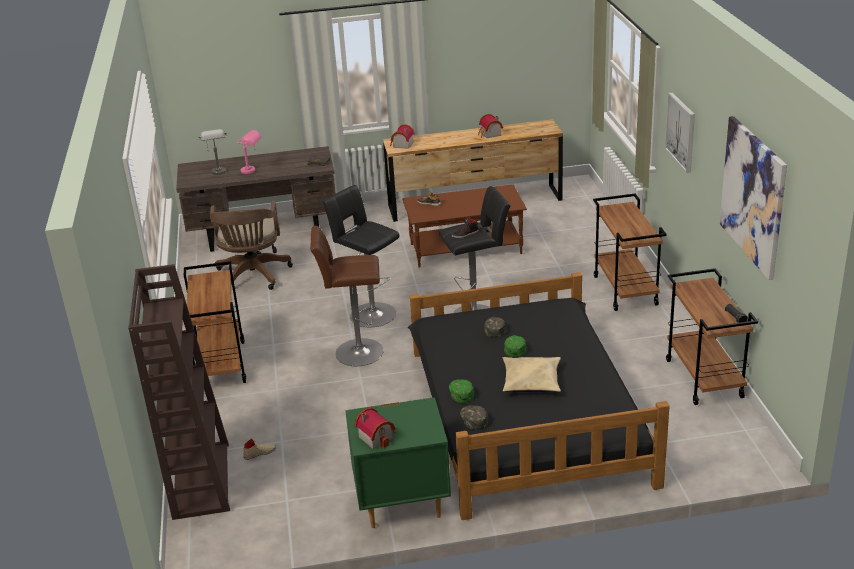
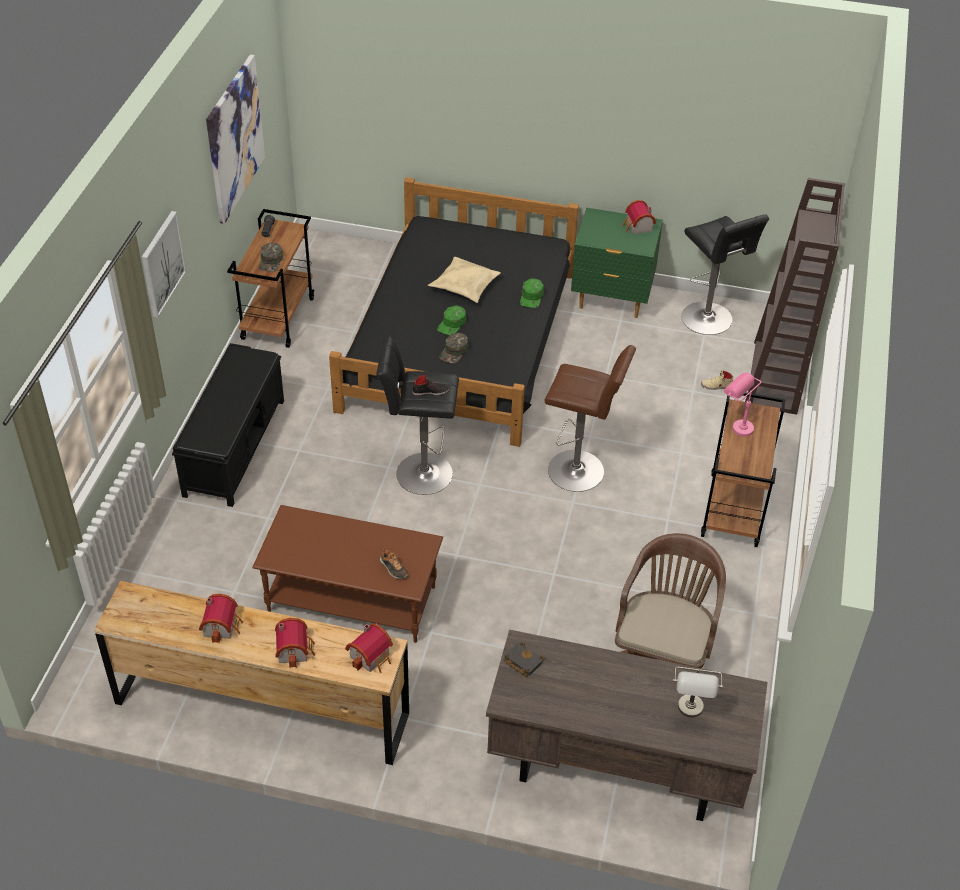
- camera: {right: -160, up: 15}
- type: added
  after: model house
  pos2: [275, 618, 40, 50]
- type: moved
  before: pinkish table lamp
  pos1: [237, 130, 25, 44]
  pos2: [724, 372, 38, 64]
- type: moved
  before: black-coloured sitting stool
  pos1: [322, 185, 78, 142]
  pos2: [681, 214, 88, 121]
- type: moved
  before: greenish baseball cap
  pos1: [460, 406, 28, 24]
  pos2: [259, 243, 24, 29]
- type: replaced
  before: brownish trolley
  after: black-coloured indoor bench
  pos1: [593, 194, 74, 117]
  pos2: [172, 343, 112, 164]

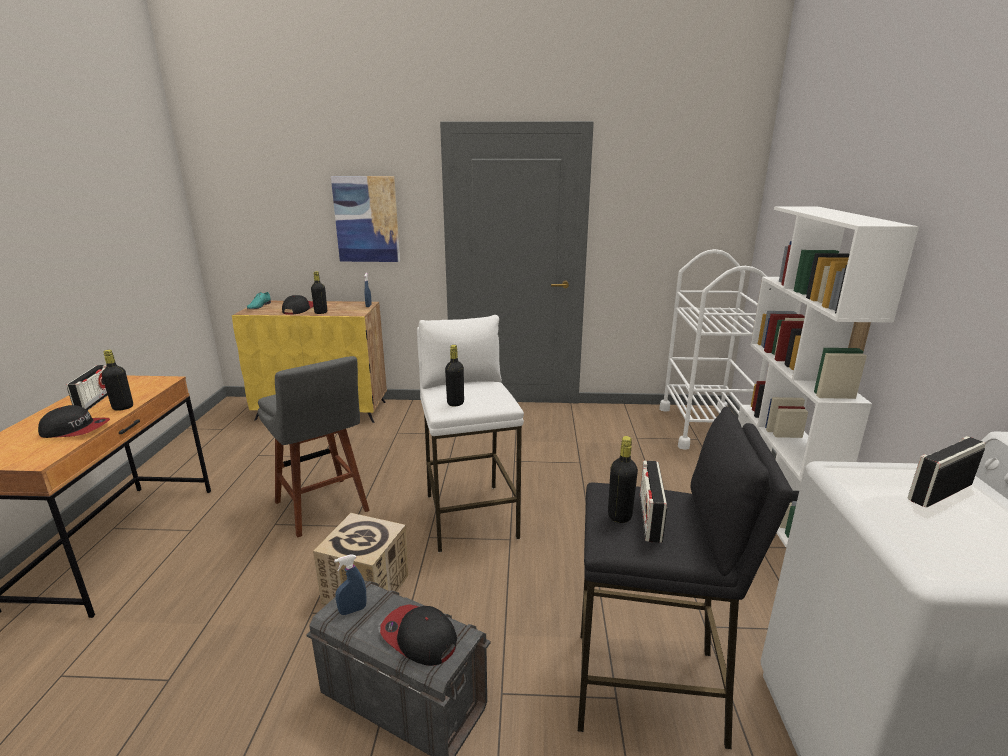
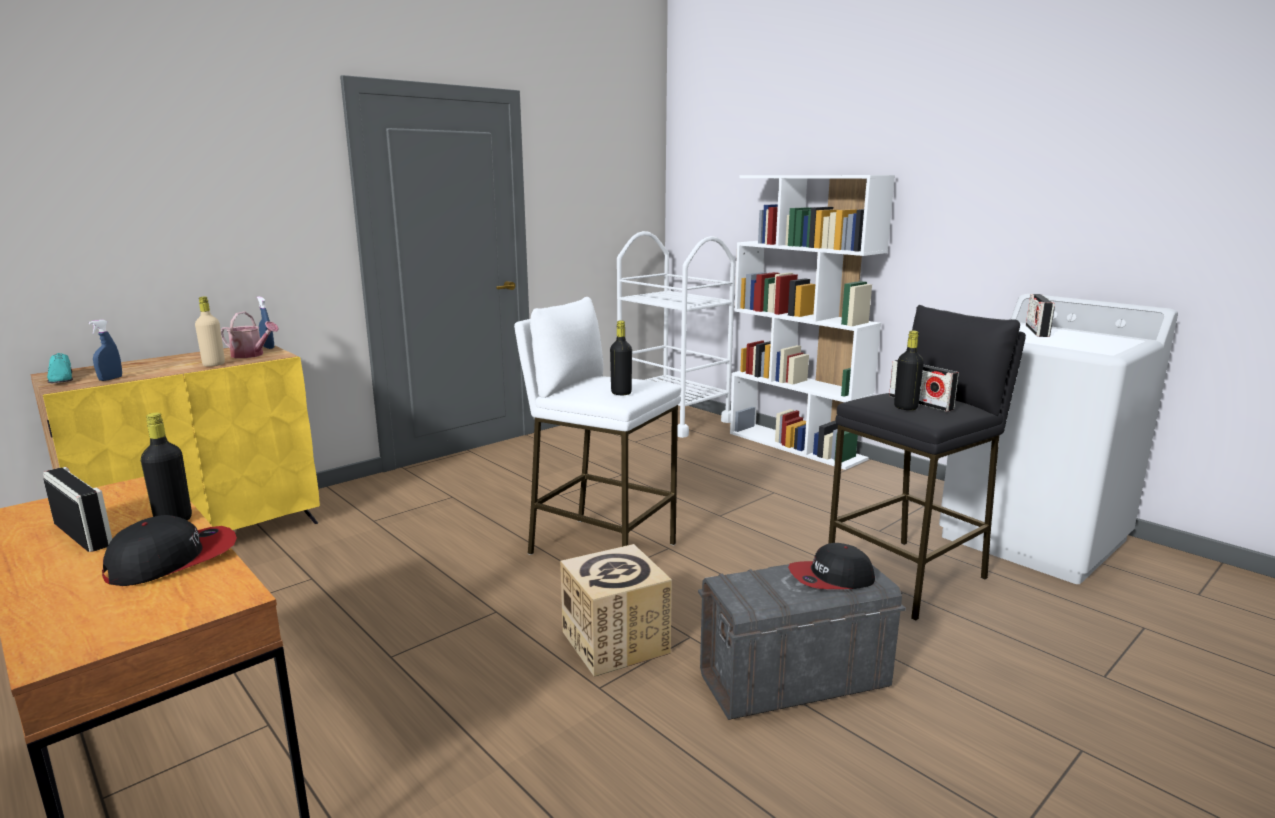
- camera: {right: -45, up: -5}
- type: removed
  before: grey sitting stool
  pos1: [258, 356, 112, 182]
- type: removed
  before: baseball cap
  pos1: [282, 295, 31, 19]
- type: removed
  before: wall art
  pos1: [331, 176, 69, 86]
- type: added
  after: sprinkling can
  pos2: [221, 312, 58, 46]
- type: moved
  before: blue sprayer
  pos1: [334, 554, 33, 61]
  pos2: [88, 319, 34, 62]
- type: recoloured
  before: black-coloured drink bottle
  after: beige drink bottle
  pos1: [311, 271, 16, 43]
  pos2: [195, 297, 30, 70]

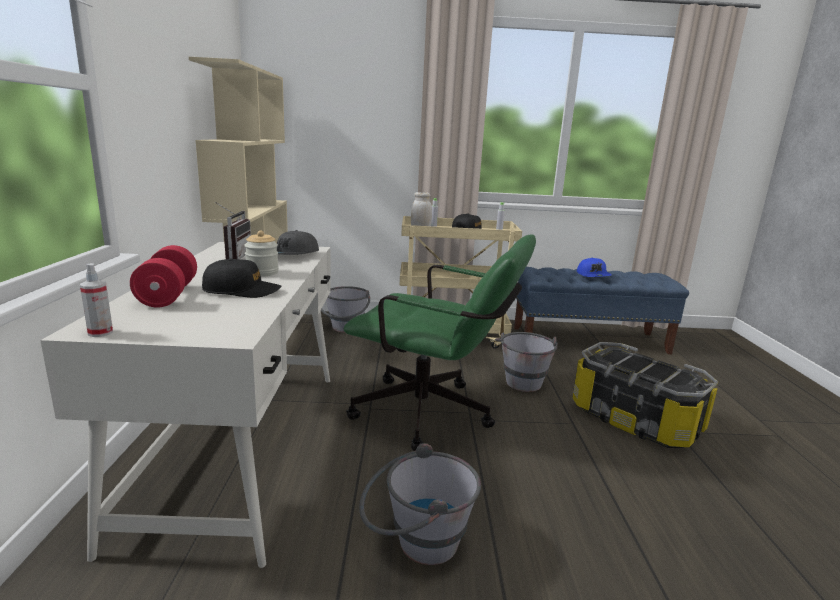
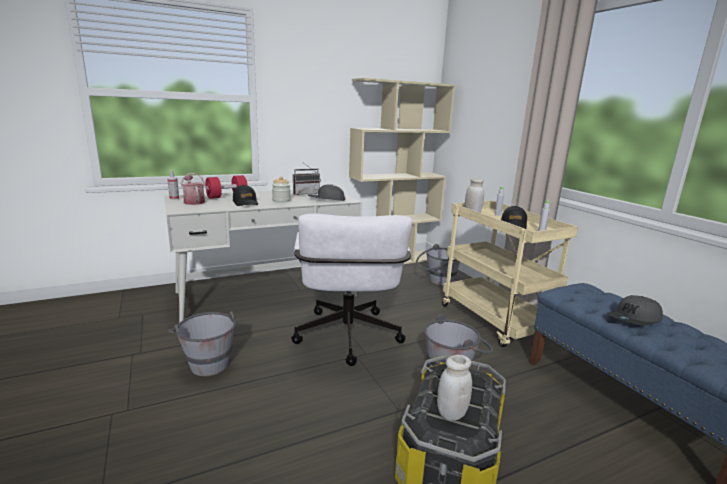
- camera: {right: 65, up: 0}
- type: added
  after: sprinkling can
  pos2: [181, 173, 24, 32]
- type: added
  after: white storage jar
  pos2: [437, 355, 35, 66]
- type: recoloured
  before: greenish computer chair
  after: white computer chair
  pos1: [344, 234, 192, 217]
  pos2: [291, 213, 121, 153]
- type: recoloured
  before: blue baseball cap
  after: grey baseball cap
  pos1: [577, 258, 35, 19]
  pos2: [607, 295, 56, 30]

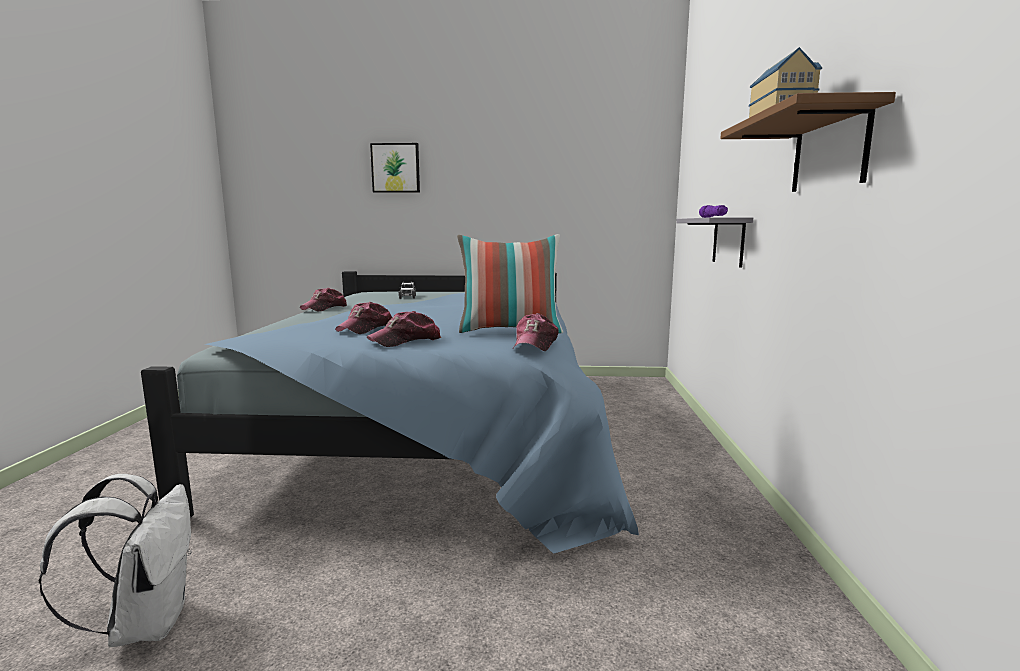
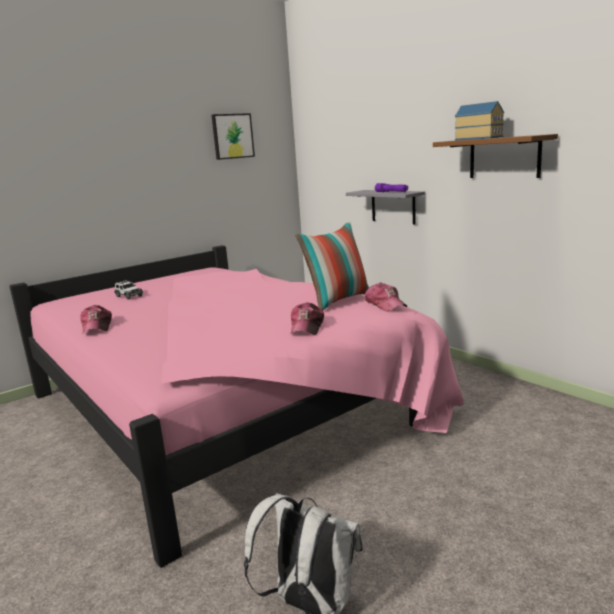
- camera: {right: -40, up: 5}
- type: removed
  before: baseball cap
  pos1: [335, 302, 57, 32]
- type: moved
  before: wall art
  pos1: [370, 143, 50, 50]
  pos2: [211, 113, 44, 47]
- type: recoloured
  before: blue bed
  after: pinkish bed
  pos1: [141, 271, 498, 283]
  pos2: [9, 245, 455, 323]

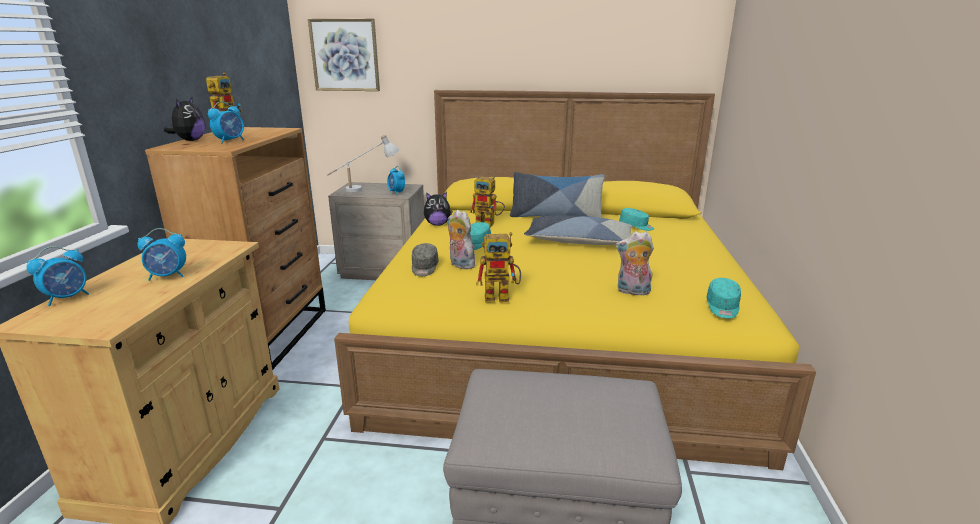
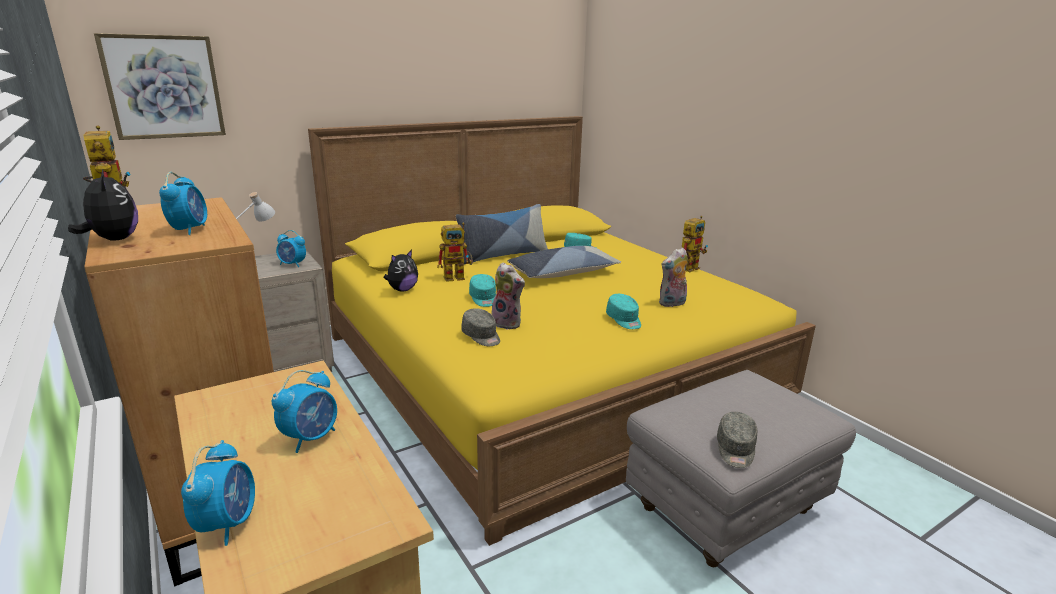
- camera: {right: -40, up: 0}
- type: added
  after: grey baseball cap
  pos2: [717, 412, 40, 56]
- type: moved
  before: robot figure
  pos1: [476, 232, 45, 70]
  pos2: [682, 216, 26, 56]
- type: moved
  before: turquoise-coloured baseball cap
  pos1: [706, 278, 35, 41]
  pos2: [606, 294, 35, 35]
- type: turned
  before: plush toy
  pos1: [447, 210, 28, 59]
  pos2: [492, 262, 33, 68]
  turn: -150

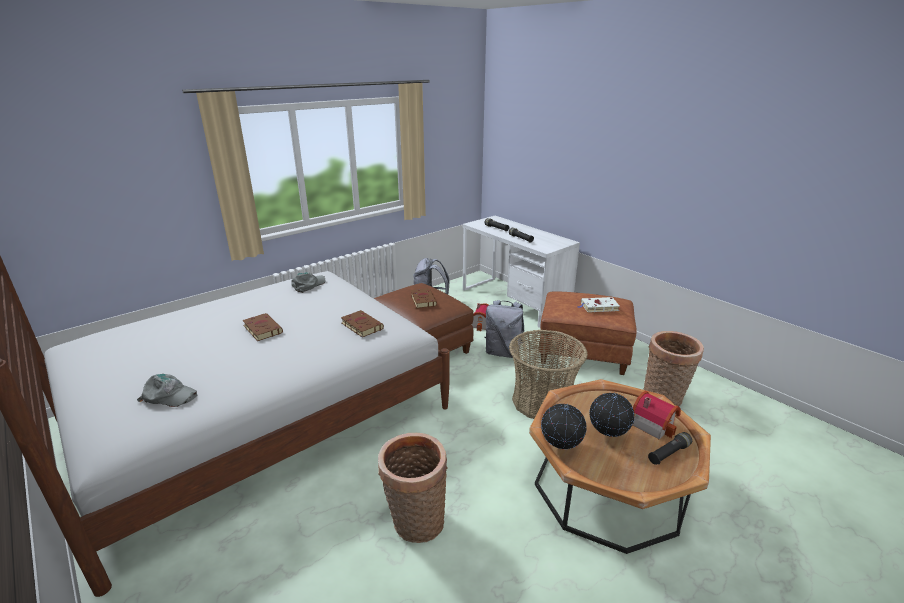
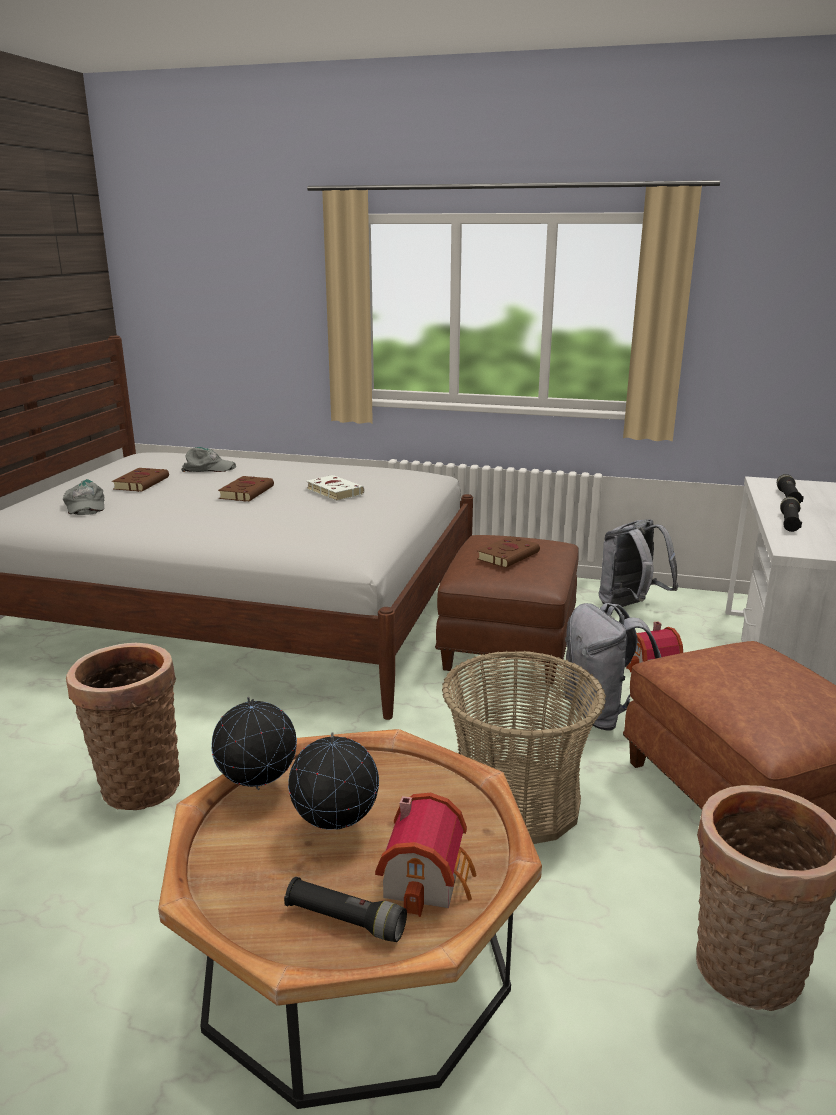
- camera: {right: 55, up: -5}
- type: moved
  before: grey baseball cap
  pos1: [292, 272, 34, 21]
  pos2: [181, 447, 55, 25]
- type: moved
  before: brownish book
  pos1: [341, 310, 43, 27]
  pos2: [112, 468, 57, 24]
- type: moved
  before: white book
  pos1: [577, 297, 42, 15]
  pos2: [307, 475, 58, 26]

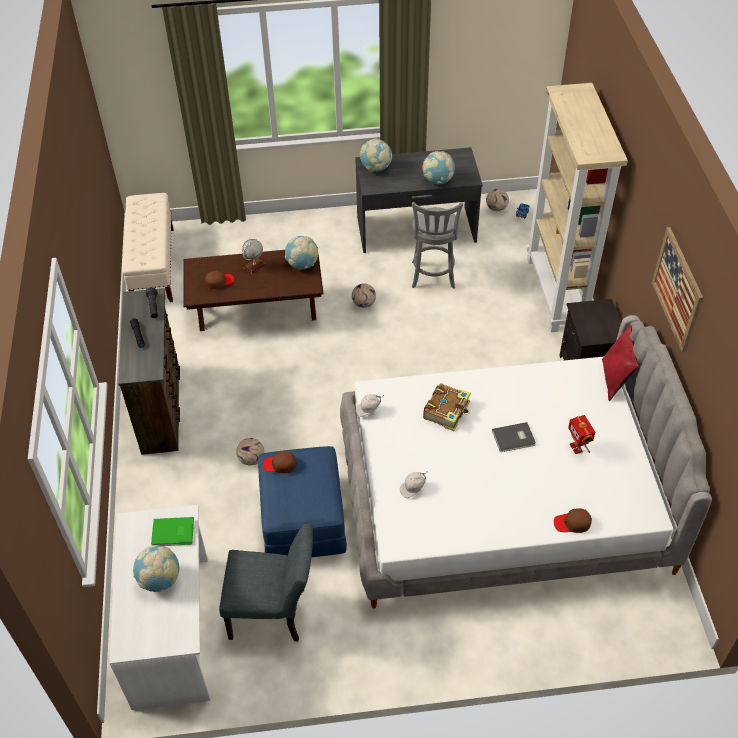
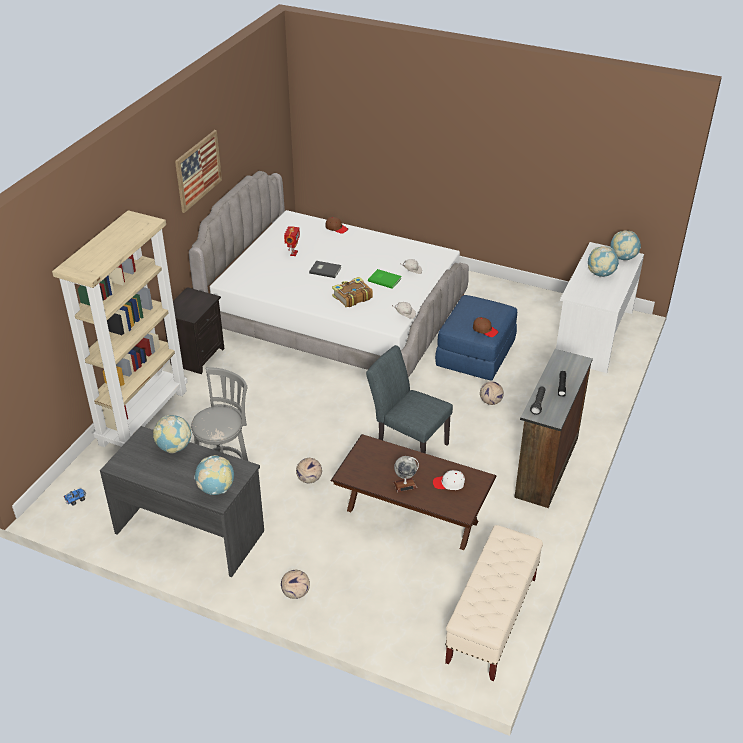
- camera: {right: -150, up: -10}
- type: removed
  before: red-coloured cushion
  pos1: [602, 325, 37, 76]
- type: moved
  before: greenish book
  pos1: [151, 517, 43, 29]
  pos2: [368, 269, 34, 20]
- type: moved
  before: grey chair
  pos1: [219, 524, 94, 117]
  pos2: [366, 345, 87, 109]
- type: moved
  before: desk globe
  pos1: [285, 236, 33, 34]
  pos2: [610, 230, 31, 30]
- type: moved
  before: football ball
  pos1: [486, 189, 23, 22]
  pos2: [281, 569, 29, 30]
- type: recoloured
  before: brownish baseball cap
  after: white baseball cap
  pos1: [205, 271, 29, 18]
  pos2: [433, 470, 32, 20]

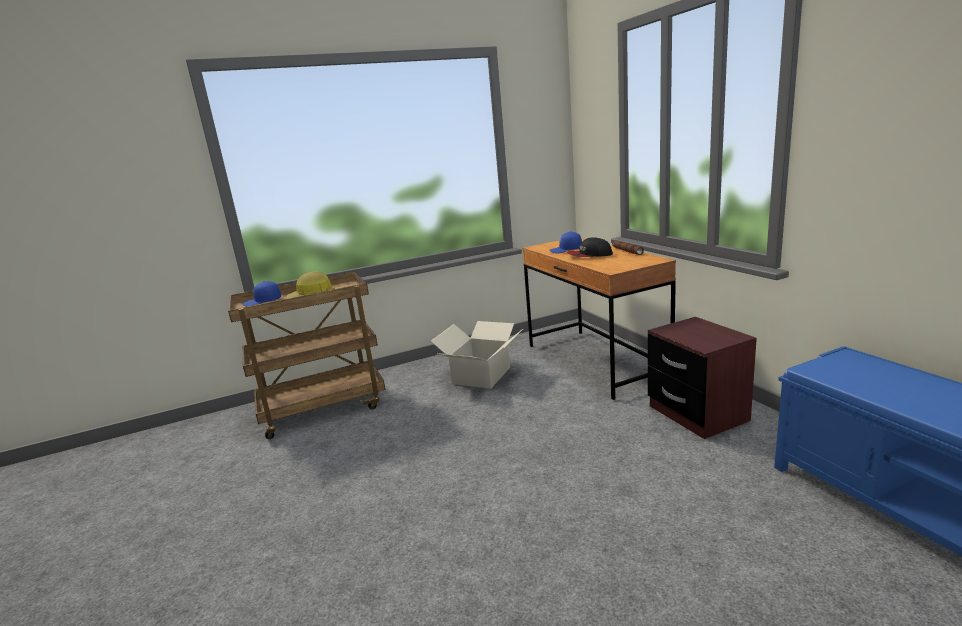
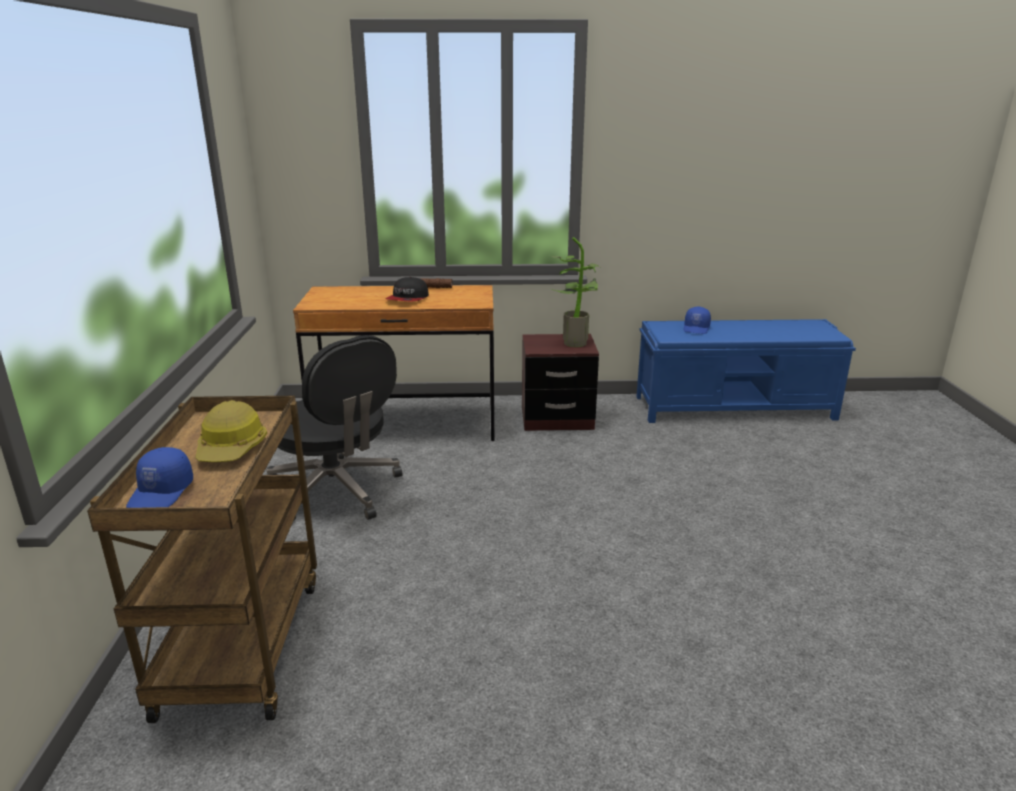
- camera: {right: -70, up: 5}
- type: added
  after: plant in a pot
  pos2: [551, 237, 50, 110]
- type: moved
  before: blue baseball cap
  pos1: [549, 231, 33, 23]
  pos2: [683, 306, 28, 28]
- type: replaced
  before: packing box
  after: black-coloured computer chair
  pos1: [431, 321, 92, 68]
  pos2: [267, 335, 135, 185]

